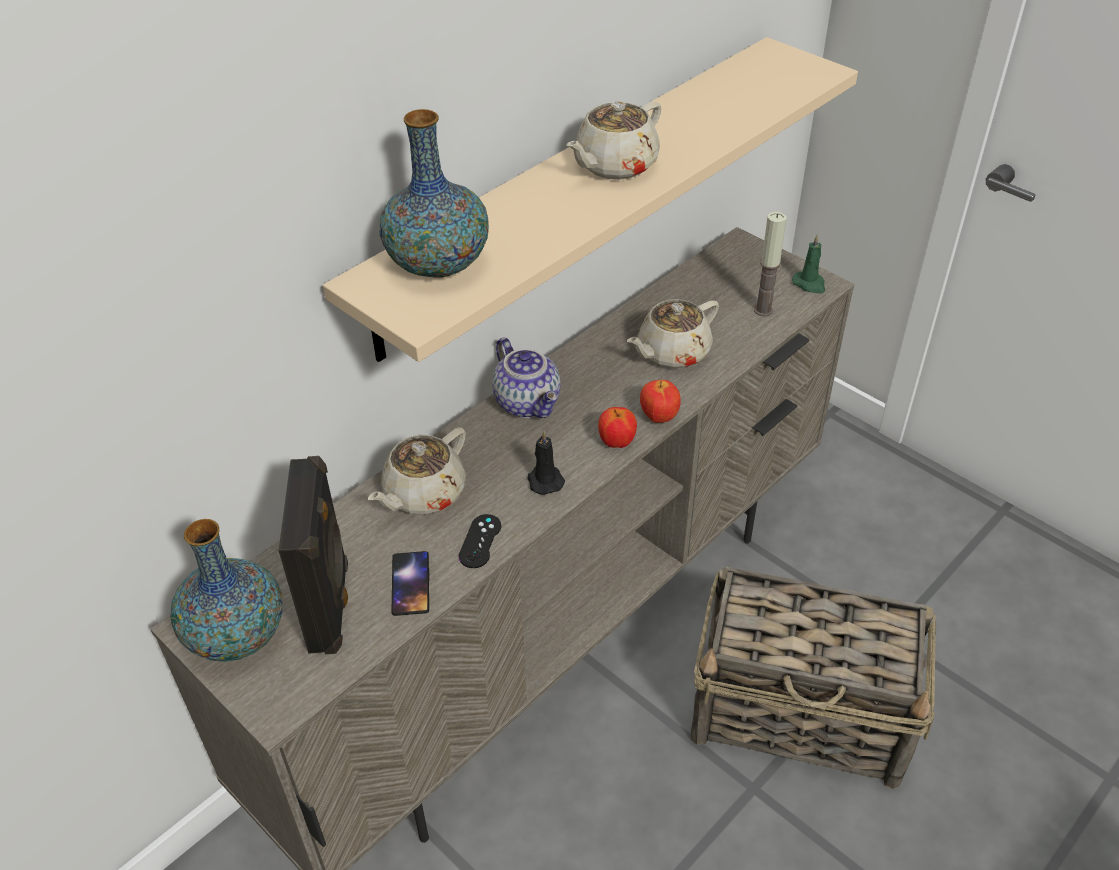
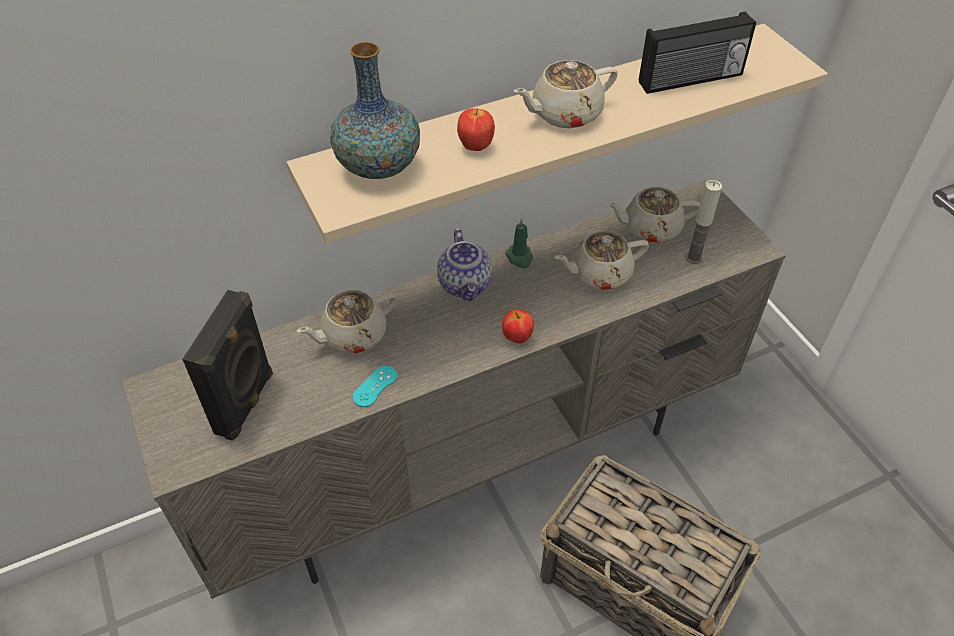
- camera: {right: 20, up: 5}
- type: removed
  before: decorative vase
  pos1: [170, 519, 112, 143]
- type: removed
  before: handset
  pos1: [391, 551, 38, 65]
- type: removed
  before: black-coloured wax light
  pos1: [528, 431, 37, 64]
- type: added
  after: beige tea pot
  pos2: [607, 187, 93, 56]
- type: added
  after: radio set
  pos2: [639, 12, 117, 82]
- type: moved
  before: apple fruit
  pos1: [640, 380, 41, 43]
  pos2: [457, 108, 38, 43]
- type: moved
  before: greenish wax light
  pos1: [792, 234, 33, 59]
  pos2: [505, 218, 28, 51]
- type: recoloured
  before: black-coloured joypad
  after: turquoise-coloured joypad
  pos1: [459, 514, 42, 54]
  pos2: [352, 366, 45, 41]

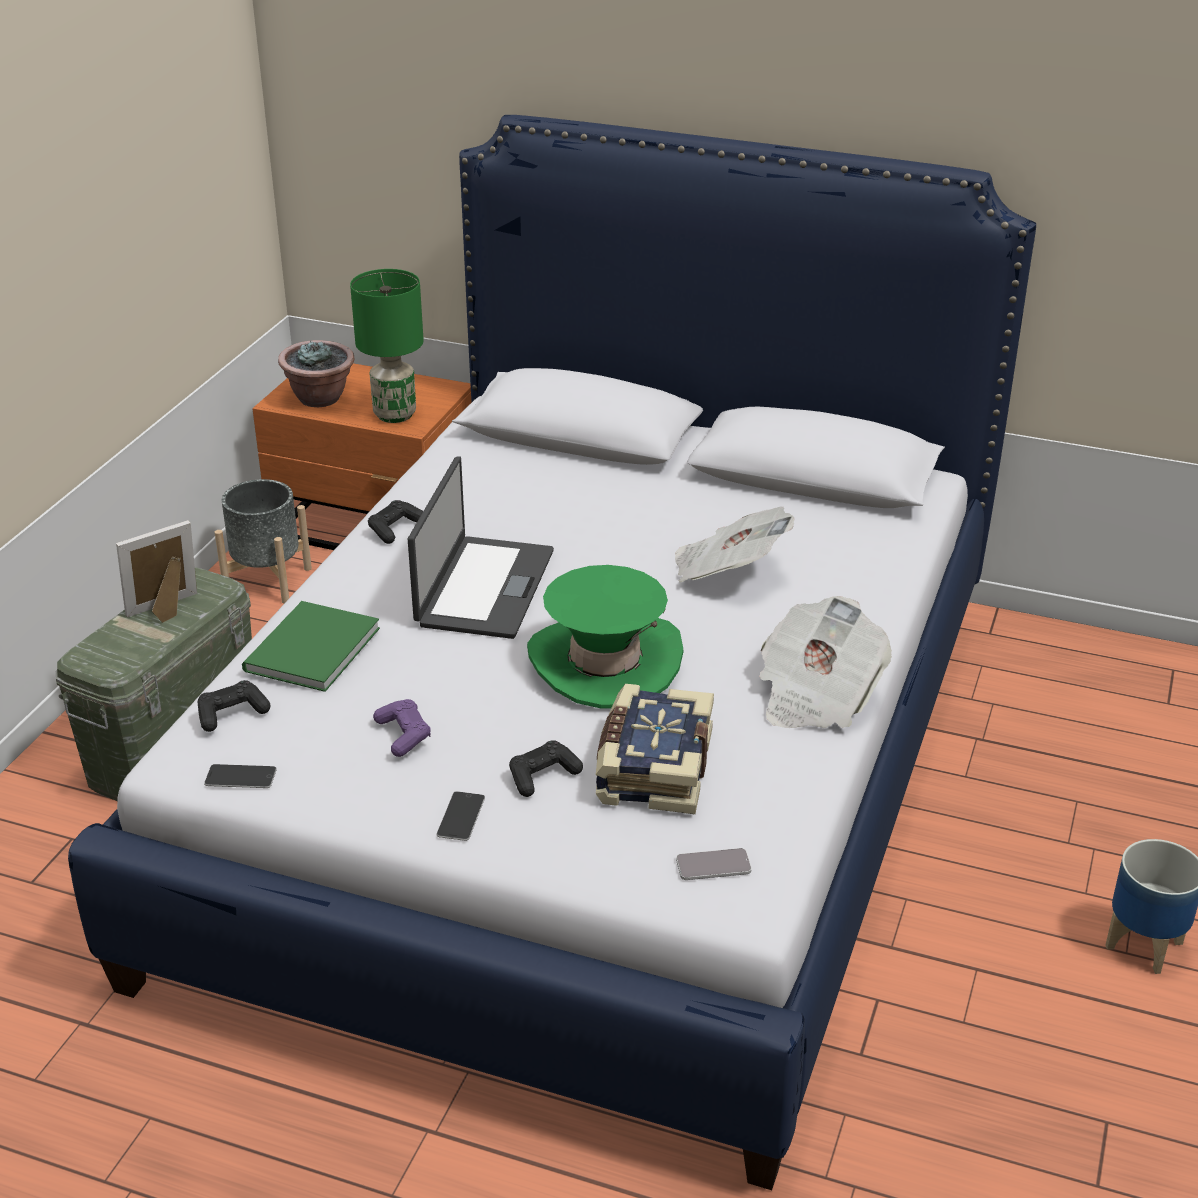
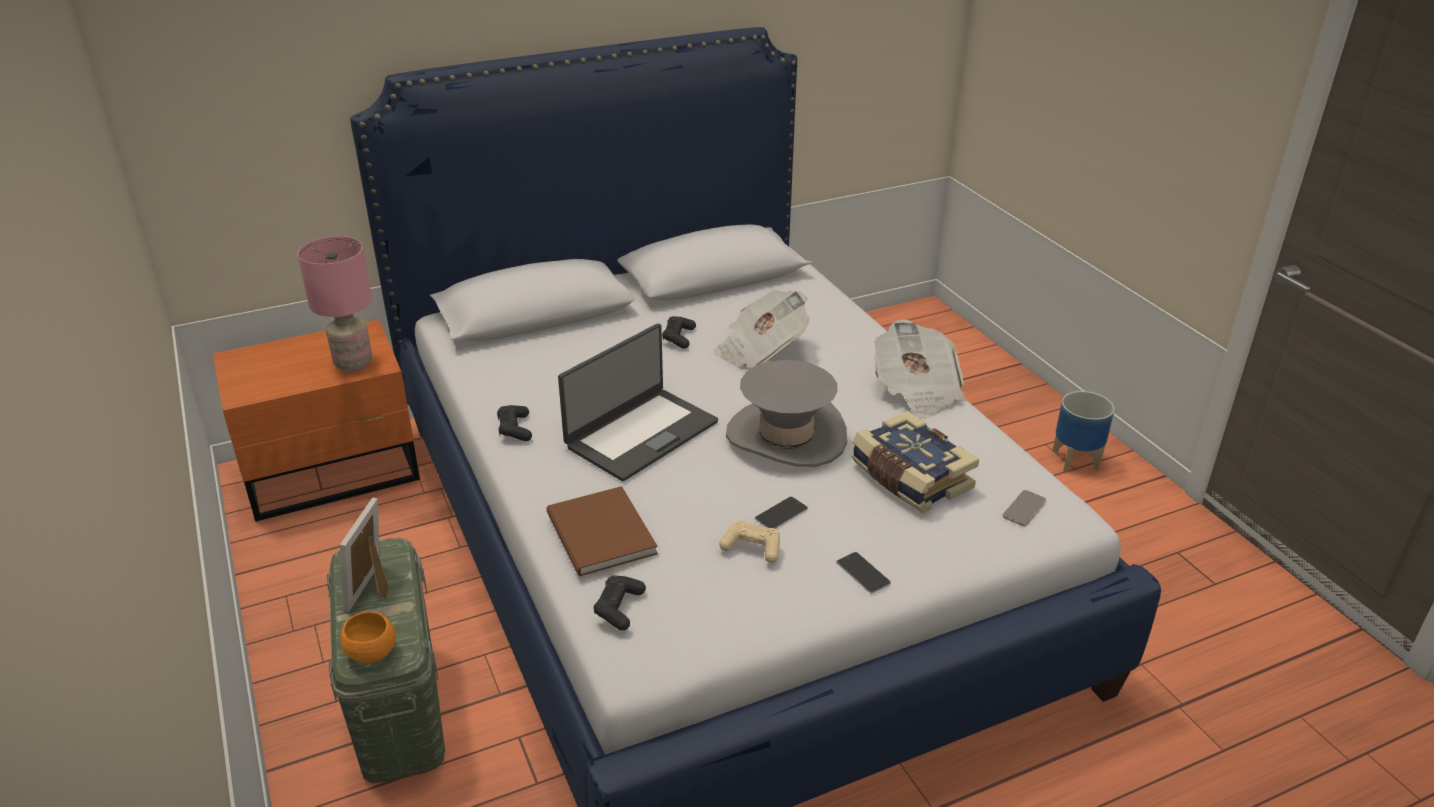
- camera: {right: -45, up: 0}
- type: removed
  before: grey planter
  pos1: [215, 479, 97, 125]
- type: removed
  before: plant in a pot
  pos1: [278, 340, 77, 67]
- type: added
  after: orange-coloured bowl
  pos2: [340, 612, 56, 51]
- type: moved
  before: handset
  pos1: [204, 764, 73, 24]
  pos2: [755, 497, 53, 32]
- type: moved
  before: black-coloured joypad
  pos1: [509, 740, 74, 57]
  pos2: [662, 316, 34, 33]
- type: recoloured
  before: greenish book
  after: brownish book
  pos1: [242, 601, 138, 91]
  pos2: [547, 486, 111, 90]
- type: recoloured
  before: greenish table lamp
  after: pinkish table lamp
  pos1: [350, 269, 74, 154]
  pos2: [297, 236, 75, 136]
- type: recoloured
  before: purplish joypad
  after: beige joypad
  pos1: [373, 699, 58, 58]
  pos2: [719, 520, 61, 43]
- type: recoloured
  before: greenish clothing hat
  after: grey clothing hat
  pos1: [527, 565, 157, 144]
  pos2: [726, 360, 121, 107]
- type: turned
  before: notebook computer
  pos1: [408, 457, 146, 182]
  pos2: [558, 323, 160, 158]
  turn: 75

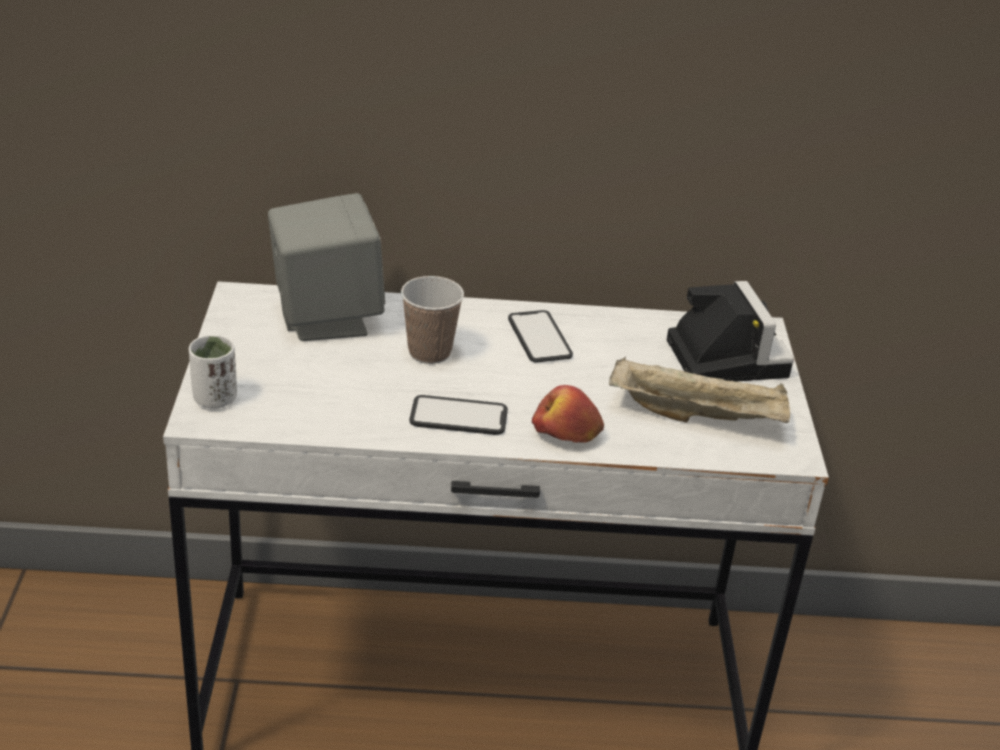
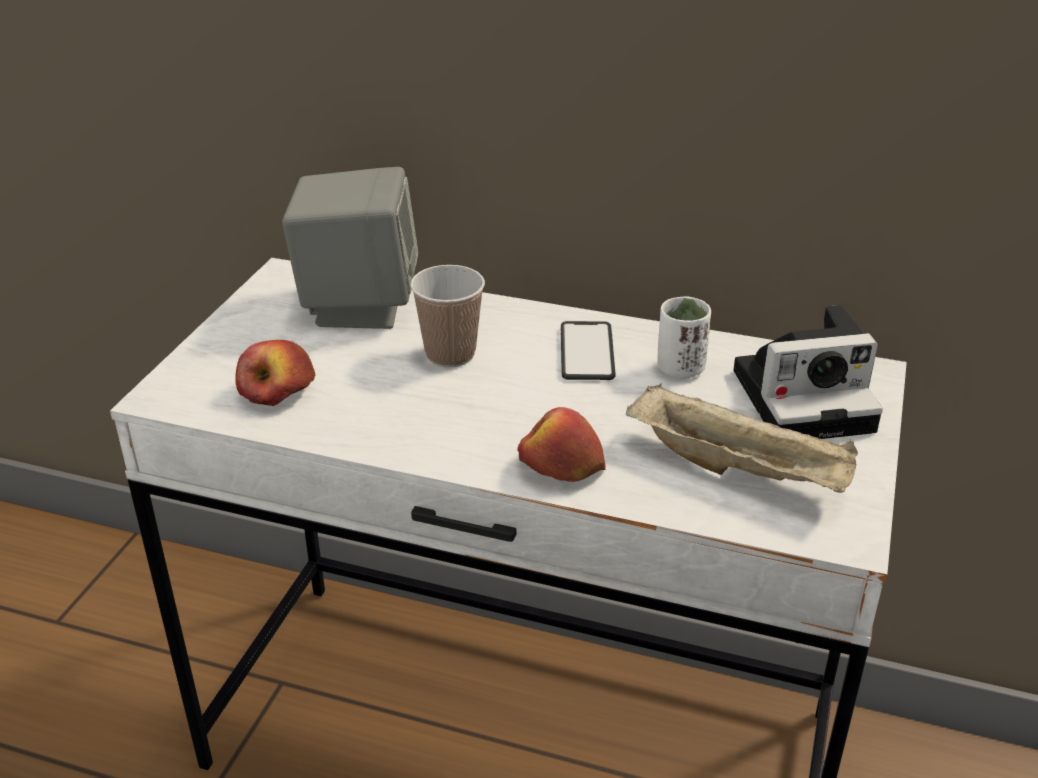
- camera: {right: 20, up: 0}
- type: removed
  before: handset
  pos1: [409, 395, 99, 40]
- type: added
  after: apple fruit
  pos2: [235, 340, 80, 66]
- type: moved
  before: white drinking cup
  pos1: [189, 335, 48, 74]
  pos2: [657, 297, 54, 82]
- type: turned
  before: photo camera
  pos1: [667, 281, 127, 101]
  pos2: [733, 305, 150, 134]
  turn: 75

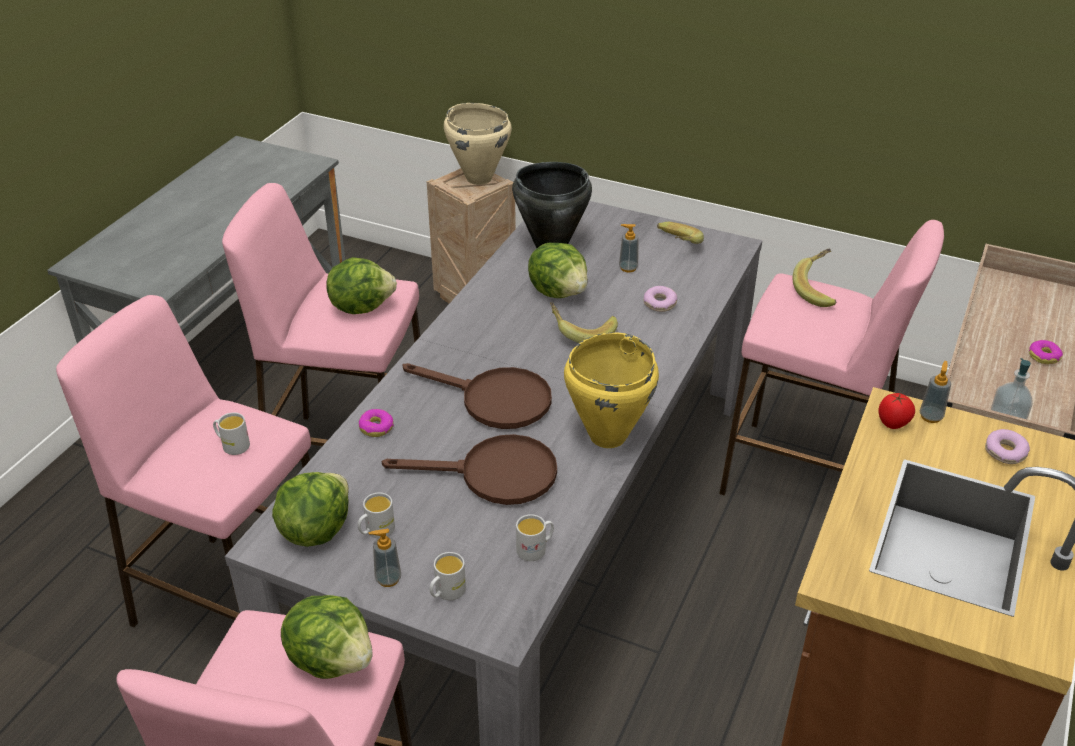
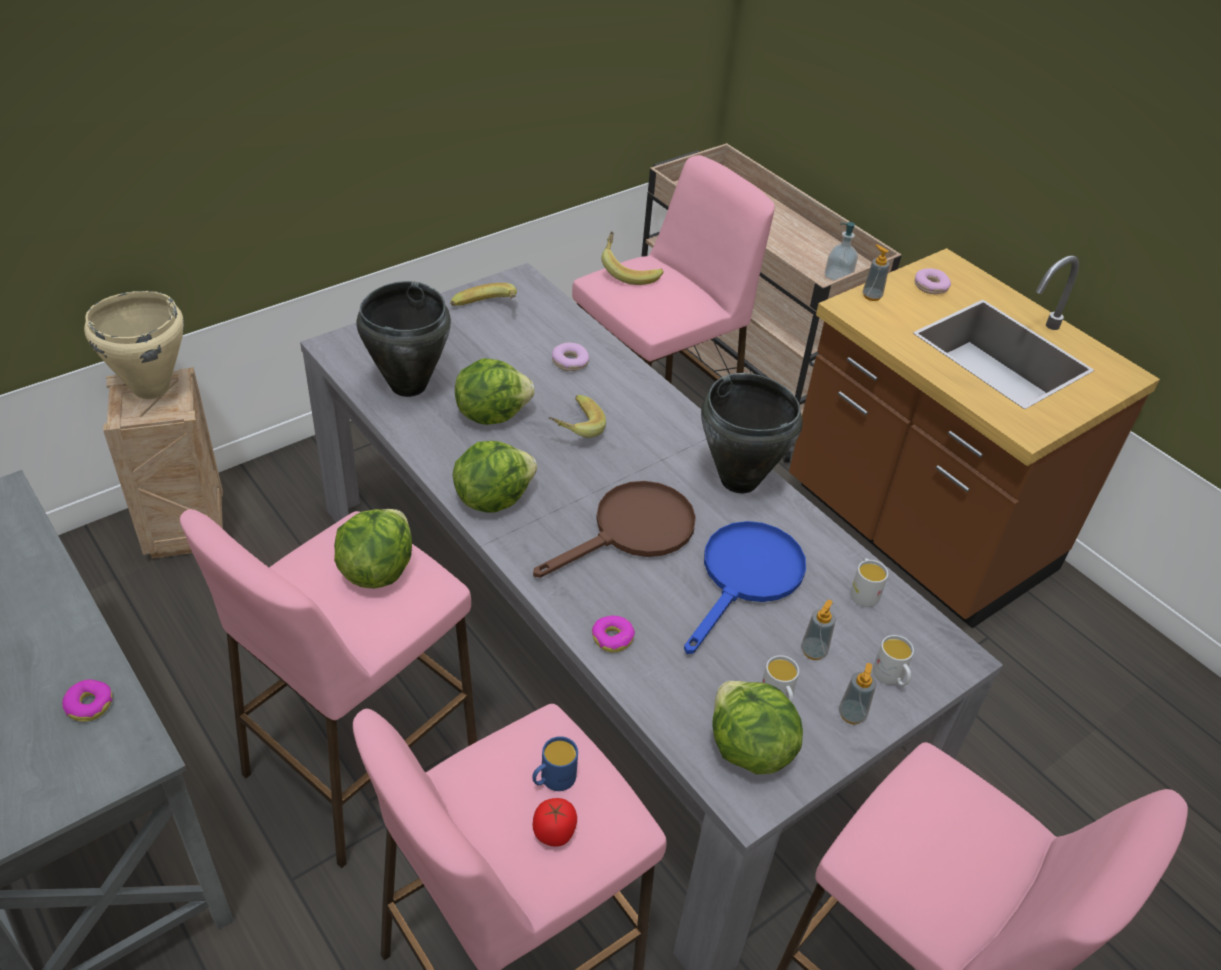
- camera: {right: -65, up: 5}
- type: moved
  before: lettuce
  pos1: [281, 595, 92, 84]
  pos2: [453, 441, 84, 72]
- type: moved
  before: soap dispenser
  pos1: [619, 224, 19, 49]
  pos2: [801, 600, 35, 60]
- type: moved
  before: tomato
  pos1: [878, 393, 37, 36]
  pos2: [533, 798, 44, 49]
- type: moved
  before: doughnut
  pos1: [1028, 340, 35, 24]
  pos2: [62, 679, 50, 43]
- type: recoloured
  before: white mug
  after: blue mug
  pos1: [213, 412, 37, 43]
  pos2: [532, 736, 46, 55]
- type: recoloured
  before: brownish pan
  after: blue pan
  pos1: [382, 434, 175, 71]
  pos2: [684, 521, 122, 133]
- type: recoloured
  before: yellow stockpot
  after: black-coloured stockpot
  pos1: [564, 332, 95, 116]
  pos2: [701, 373, 102, 120]

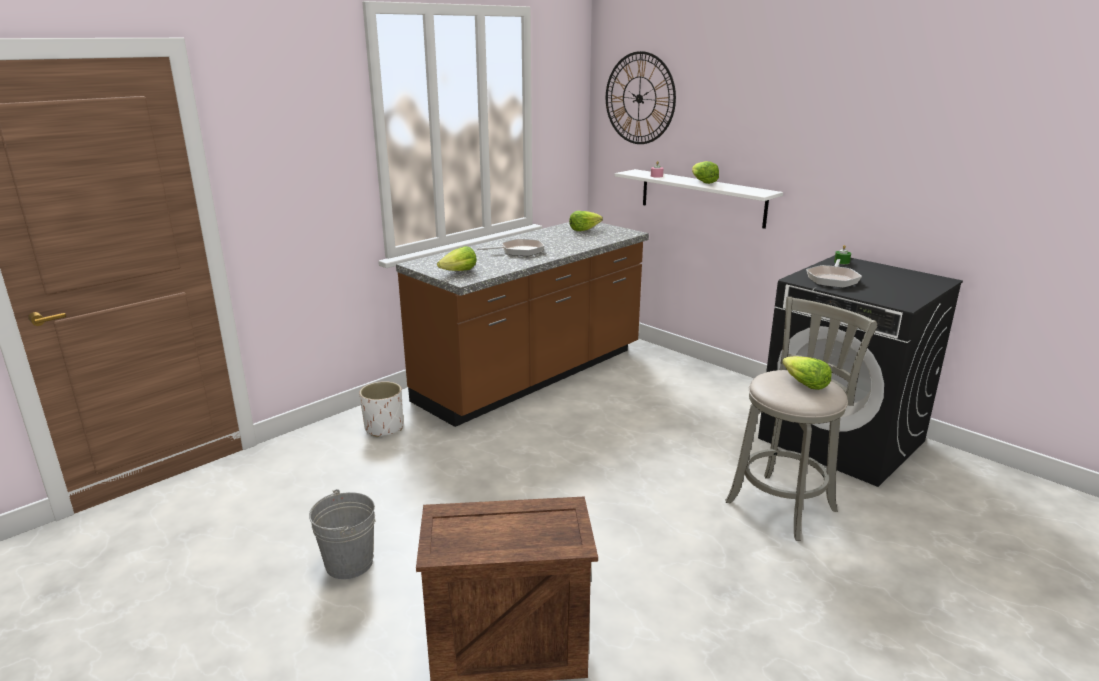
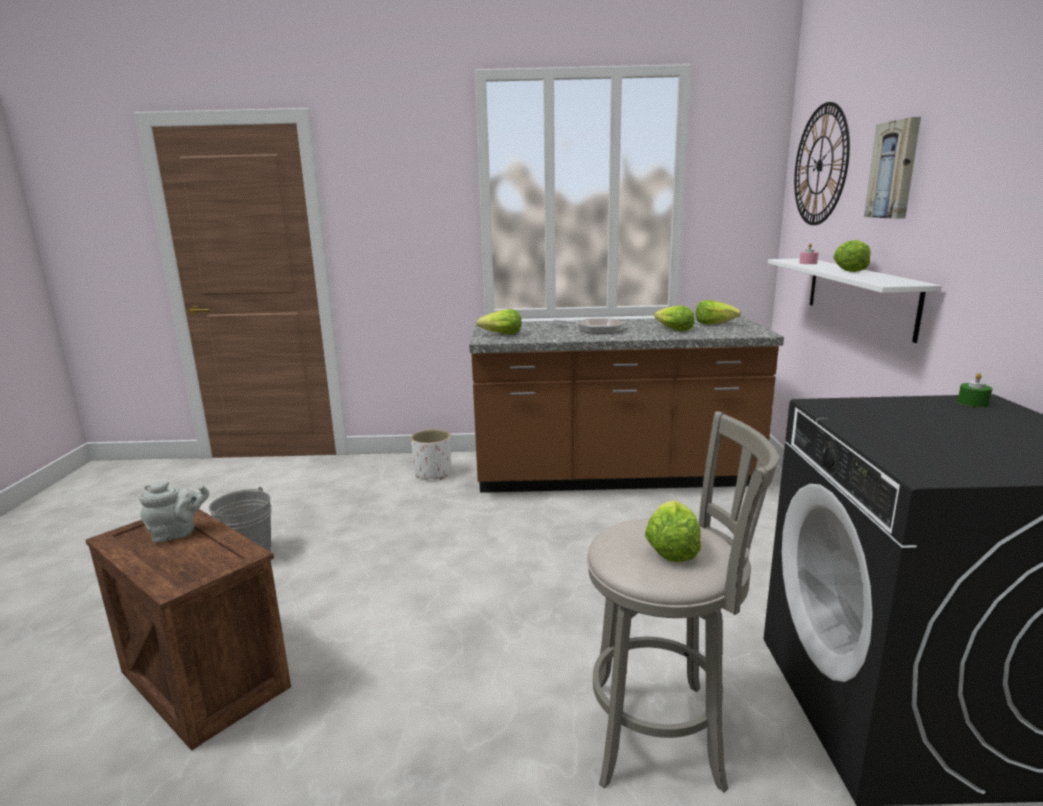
- camera: {right: 45, up: -5}
- type: removed
  before: pan
  pos1: [806, 259, 56, 29]
- type: added
  after: grey tea pot
  pos2: [139, 482, 70, 61]
- type: added
  after: lettuce
  pos2: [654, 306, 40, 25]
- type: added
  after: wall art
  pos2: [864, 117, 57, 102]

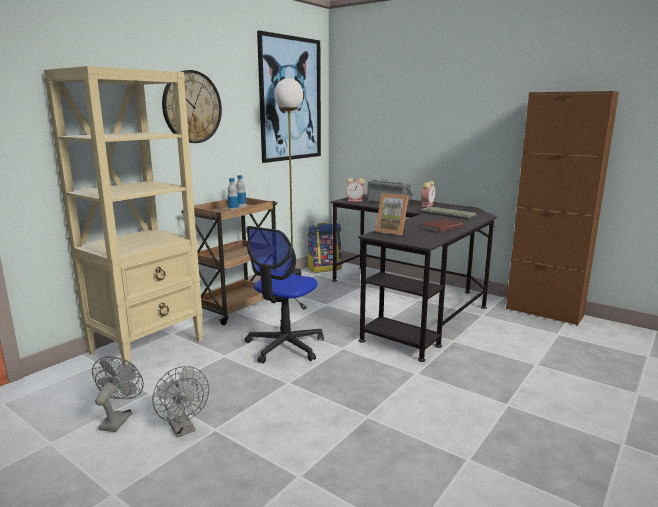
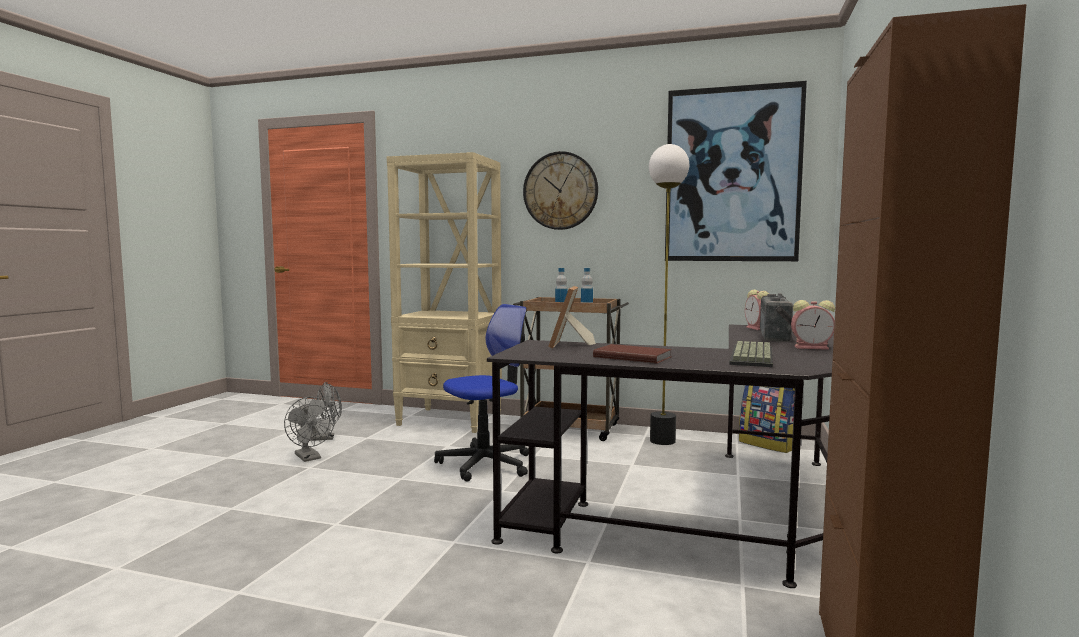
- camera: {right: 70, up: -10}
- type: turned
  before: grey electric fan
  pos1: [152, 366, 57, 71]
  pos2: [284, 397, 51, 65]
  turn: -75
- type: turned
  before: computer chair
  pos1: [244, 226, 80, 138]
  pos2: [434, 304, 95, 178]
  turn: 135

